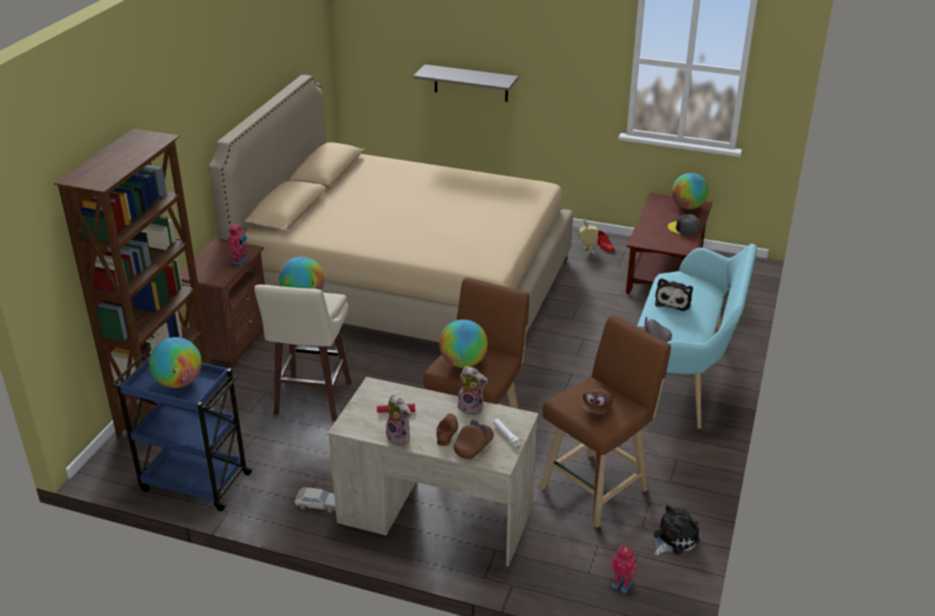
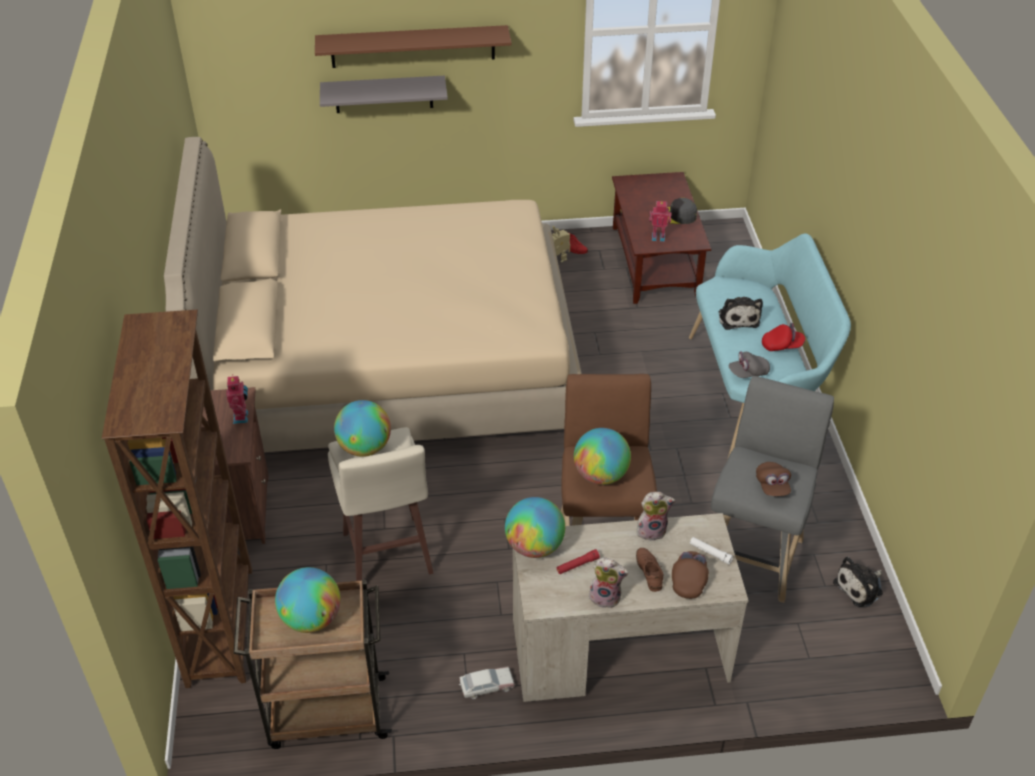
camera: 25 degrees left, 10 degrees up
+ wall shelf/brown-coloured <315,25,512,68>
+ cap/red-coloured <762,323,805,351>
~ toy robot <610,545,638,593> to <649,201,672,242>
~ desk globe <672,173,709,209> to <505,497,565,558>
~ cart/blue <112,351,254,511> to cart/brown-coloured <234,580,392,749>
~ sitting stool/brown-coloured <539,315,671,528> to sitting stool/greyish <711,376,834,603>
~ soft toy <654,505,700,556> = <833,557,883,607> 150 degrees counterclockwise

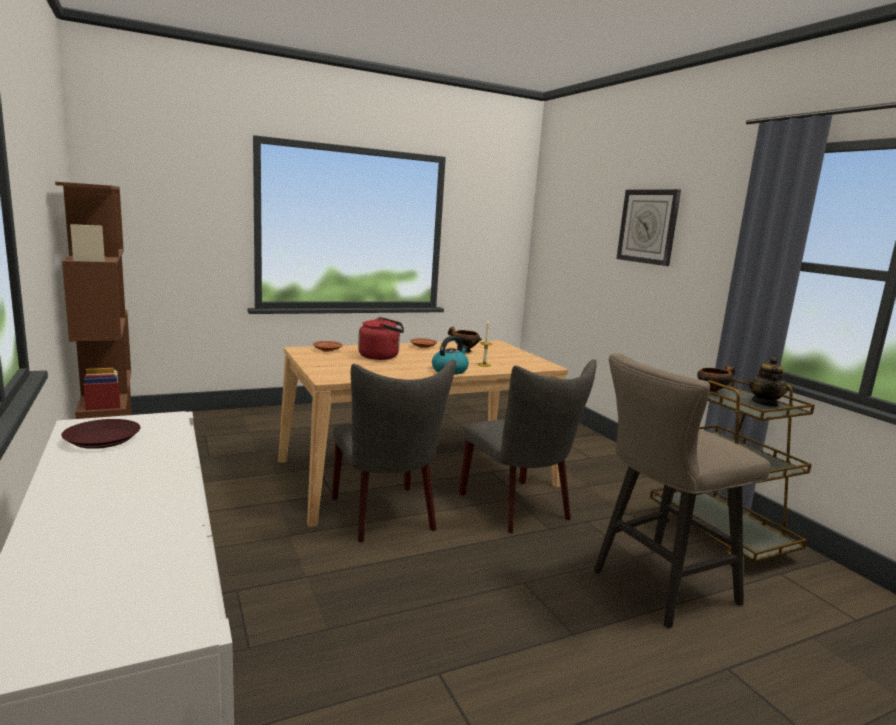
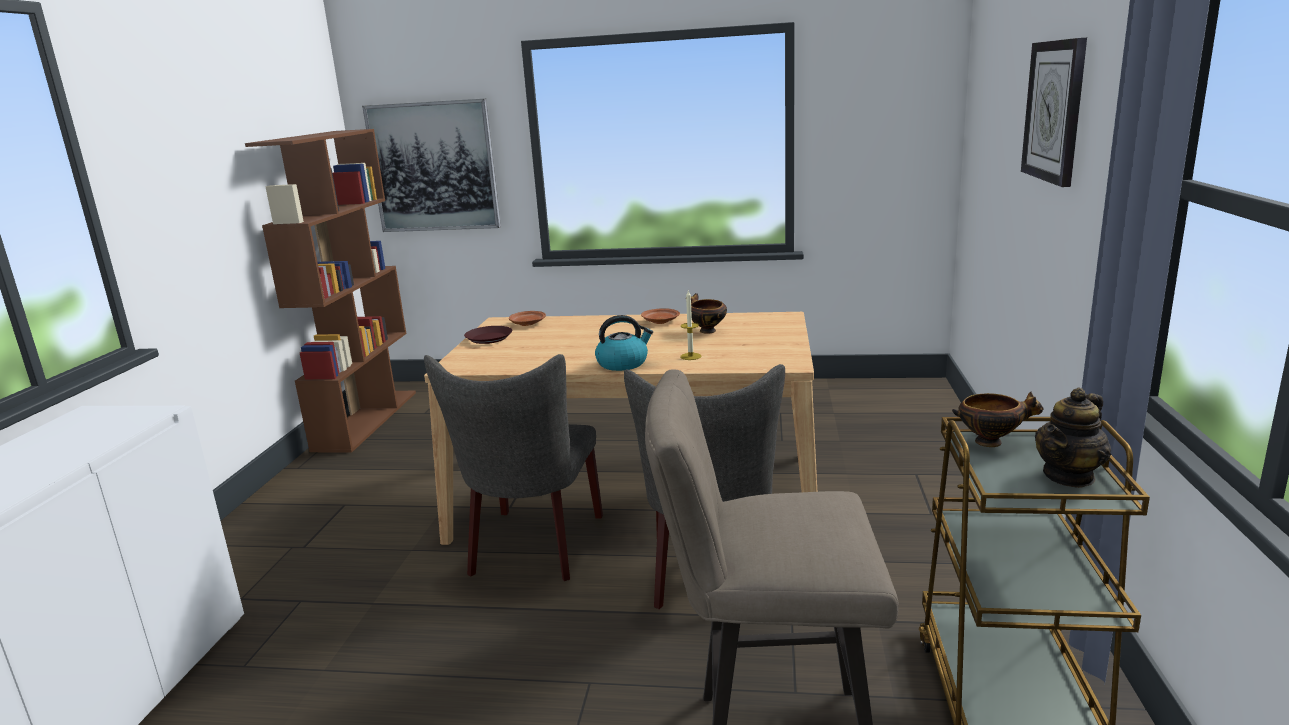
camera: 35 degrees right, 5 degrees up
- water kettle/red-coloured <358,317,404,360>
+ wall picture <362,99,501,232>
~ flat dish/brown-coloured <61,419,140,449> to <464,326,512,344>

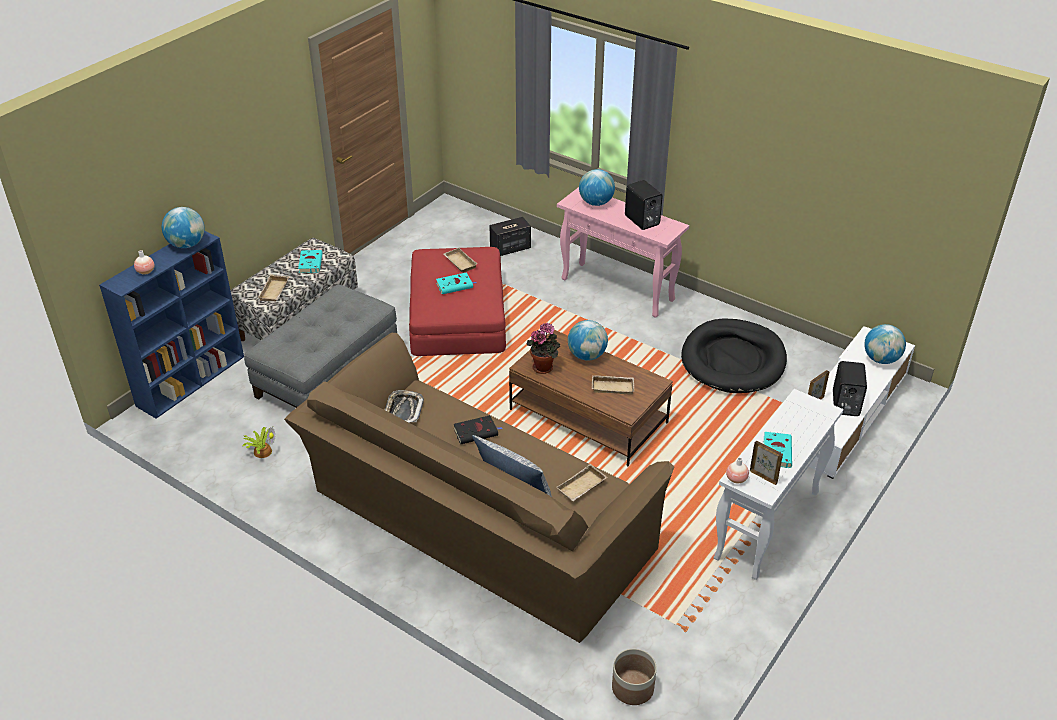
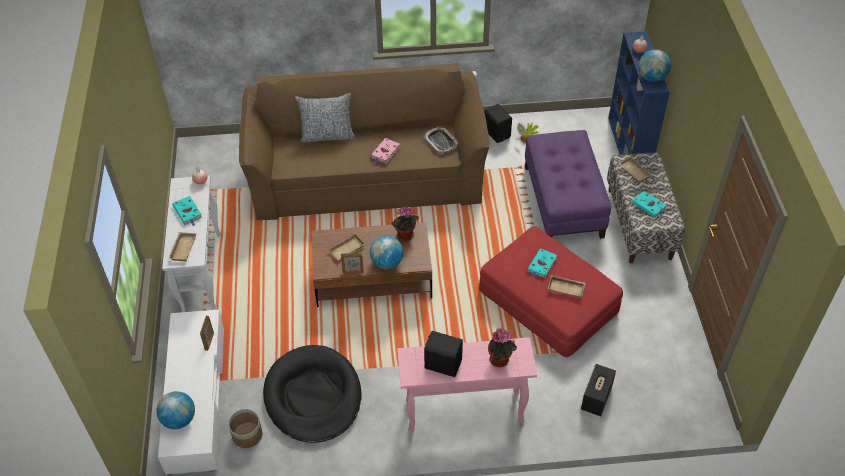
camera: 140 degrees right, 10 degrees up
~ serving tray/beige-coloured <556,464,607,501> to <169,232,197,261>
~ planter <612,649,657,705> to <228,409,263,448>
~ photo frame <750,441,783,485> to <341,253,364,274>
~ audio speaker/black <833,361,867,416> to <484,104,512,143>
~ desk globe <579,169,615,206> to plant in a pot <488,328,517,368>
~ footrest/greyish <244,284,397,408> to footrest/purplish <525,130,611,239>
~ bound book/black <454,415,503,444> to bound book/pink-coloured <371,138,400,164>

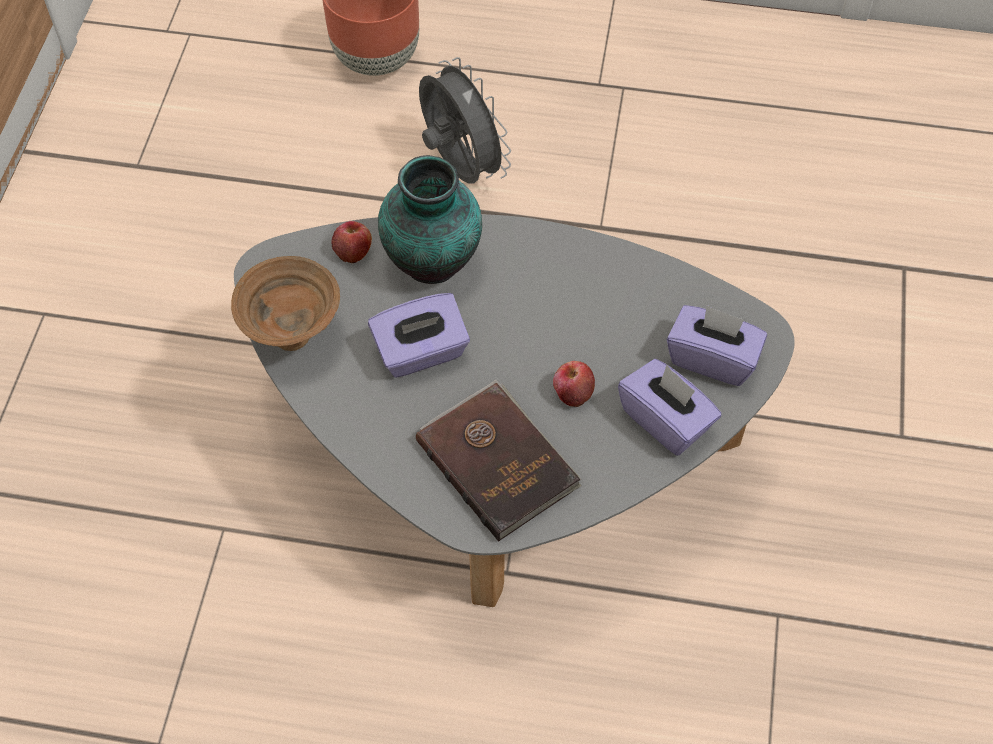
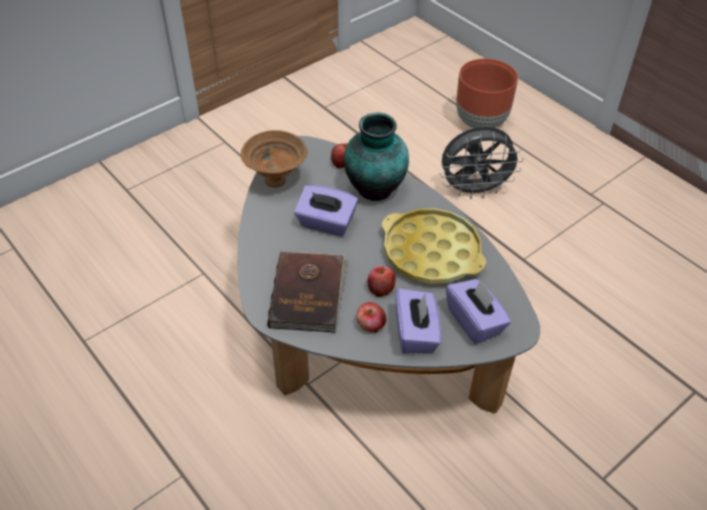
camera: 40 degrees right, 10 degrees down
+ whole apple <356,302,386,333>
+ serving tray/yellow <382,208,486,284>
~ cooling fan/greyish <419,57,511,184> = <440,127,524,199> 75 degrees clockwise

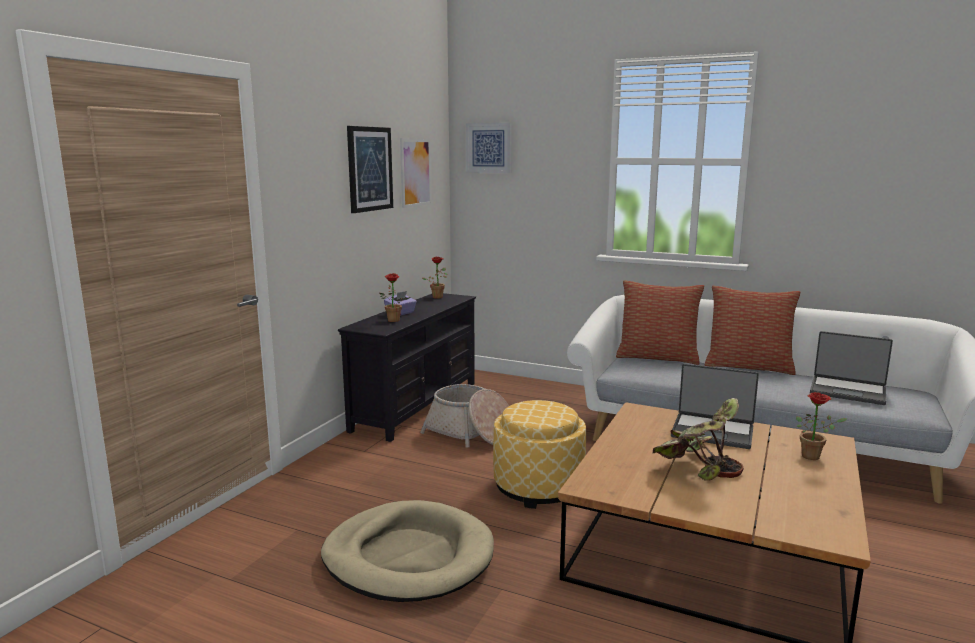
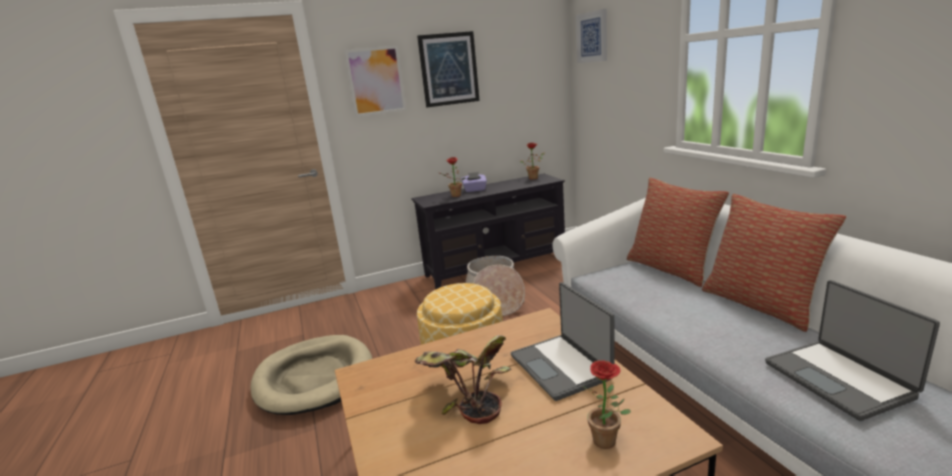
camera: 45 degrees right, 5 degrees up
~ wall picture <400,139,431,208> to <344,45,406,117>

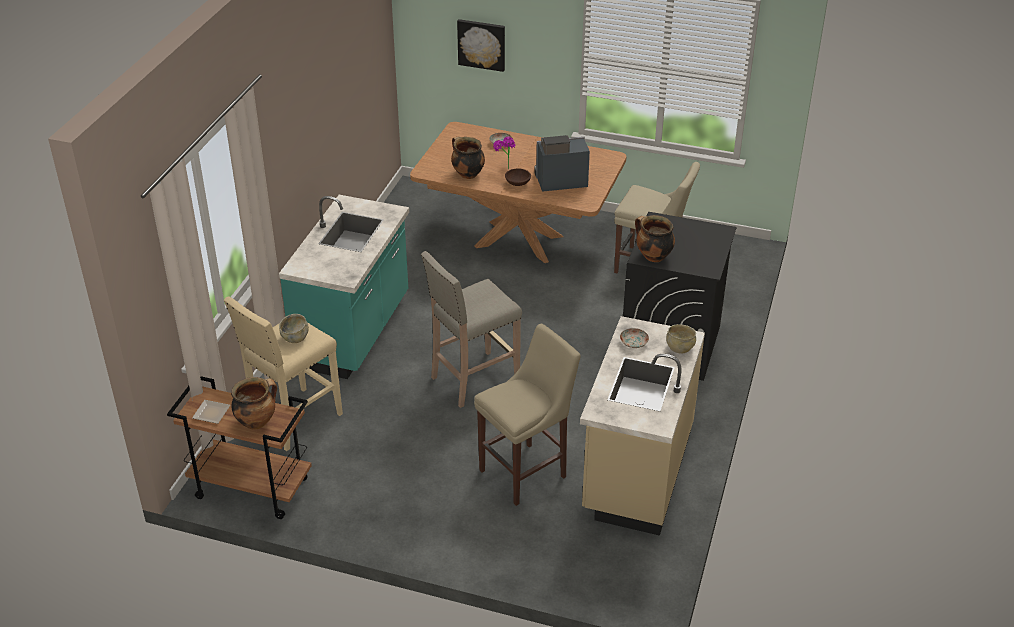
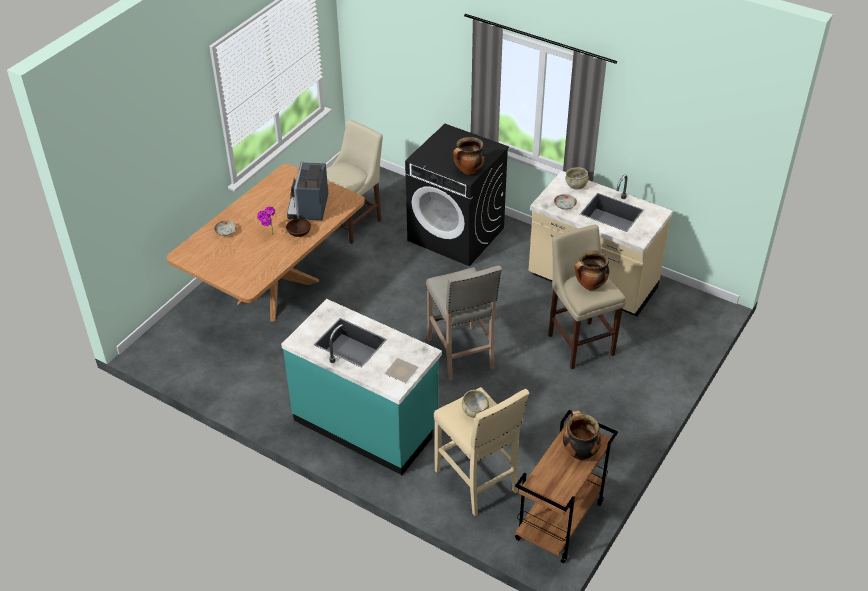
camera: 75 degrees left, 5 degrees up
- wall picture <457,19,505,72>
~ flat dish <192,400,230,424> to <384,358,418,383>
~ cooking pot <451,136,485,179> to <574,250,609,290>

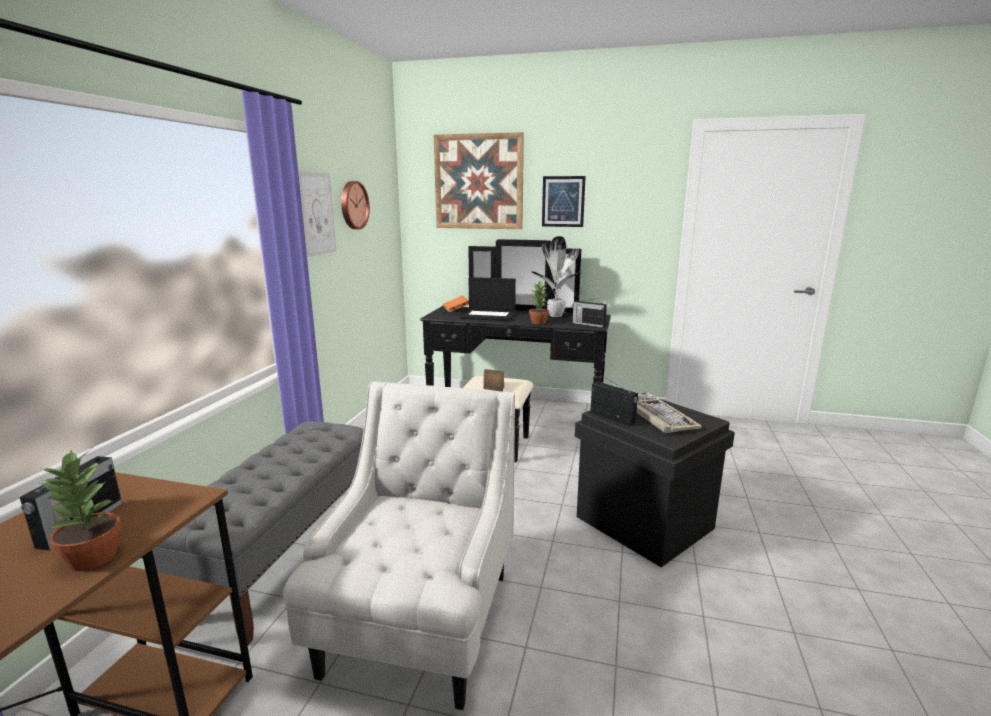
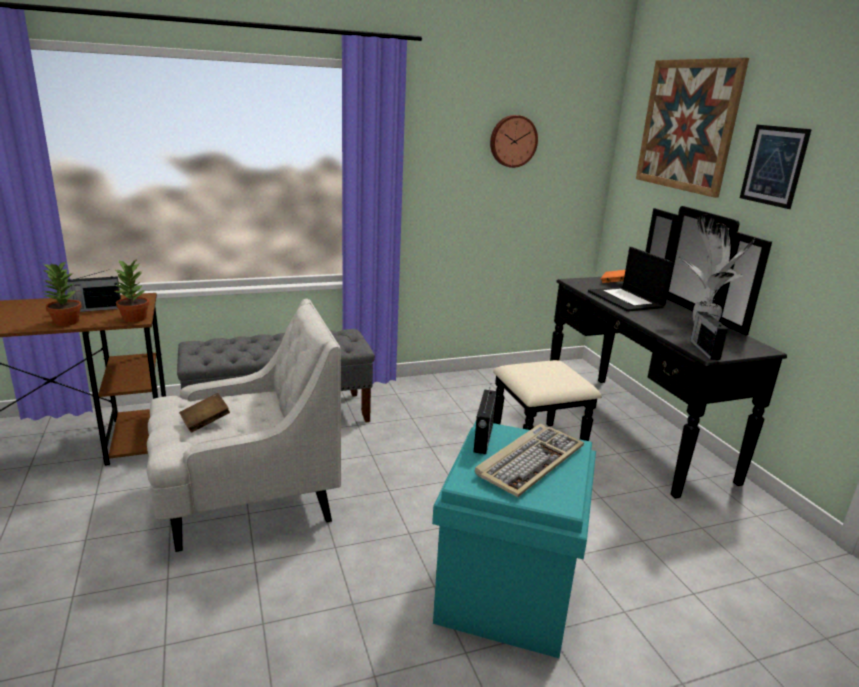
camera: 55 degrees right, 5 degrees up
- wall picture <298,171,336,257>
~ bound book/brown-coloured <483,369,504,392> to <179,393,230,432>
~ plant in a pot <529,281,549,324> to <113,260,149,322>
~ storage box/black <575,398,735,567> to storage box/turquoise-coloured <432,422,596,658>

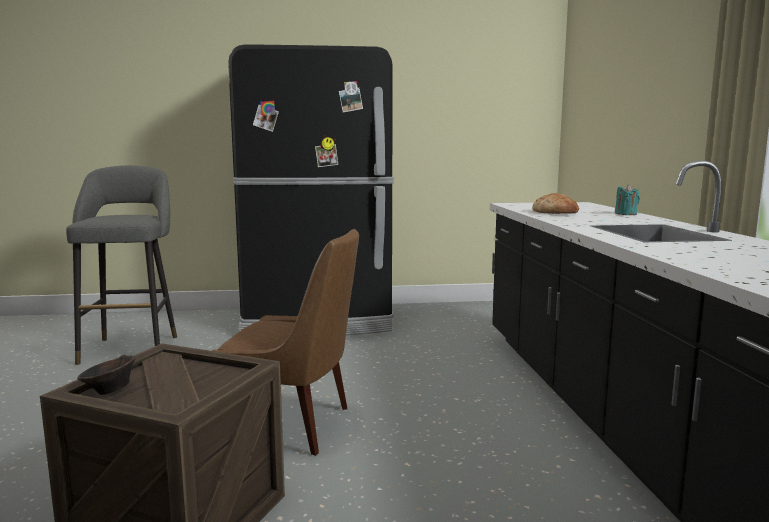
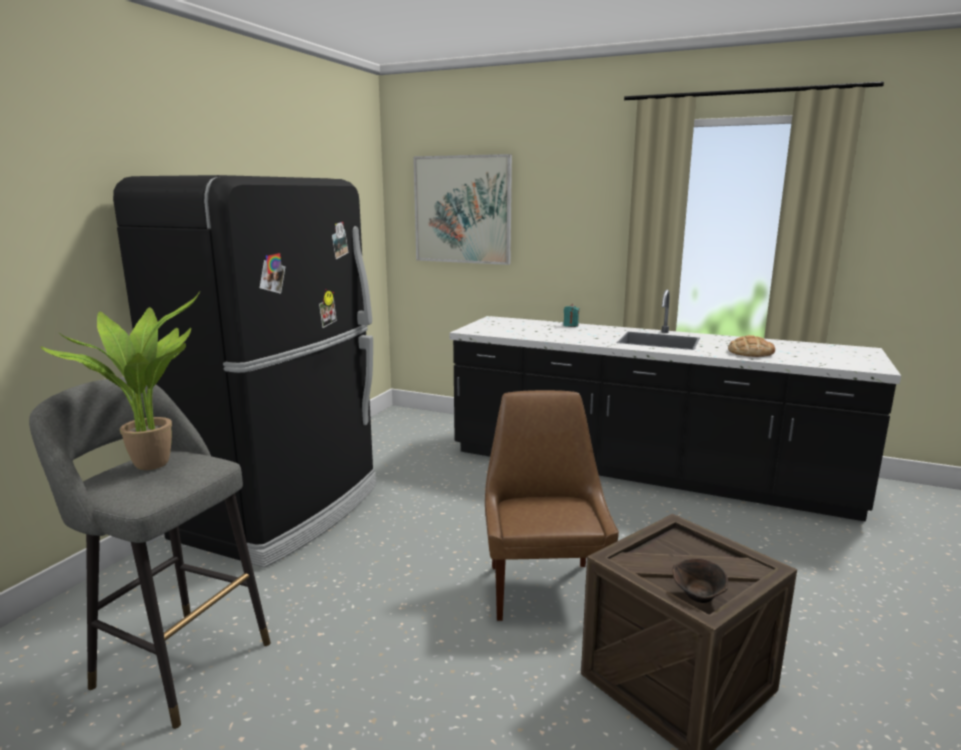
camera: 60 degrees left, 5 degrees up
+ plant in a pot <41,291,200,470>
+ wall picture <413,154,512,265>
~ baked bread <532,193,579,214> to <728,335,775,357>
~ chair/brown-coloured <212,229,359,456> = <485,390,619,621> 45 degrees counterclockwise

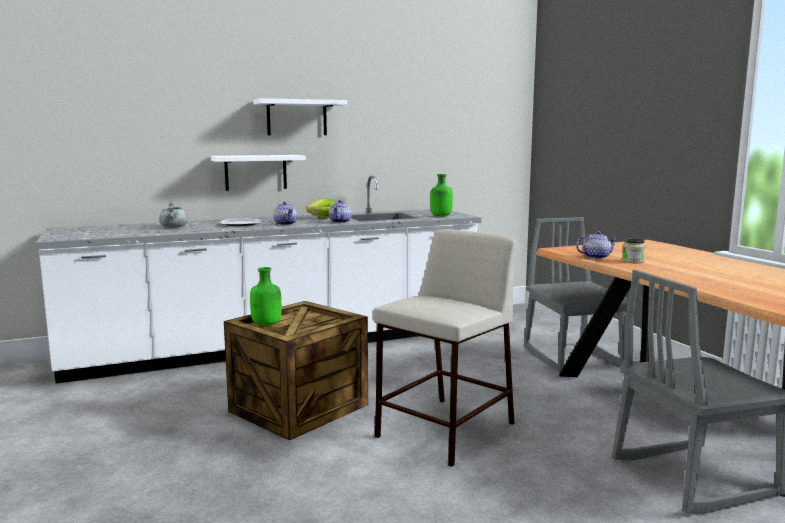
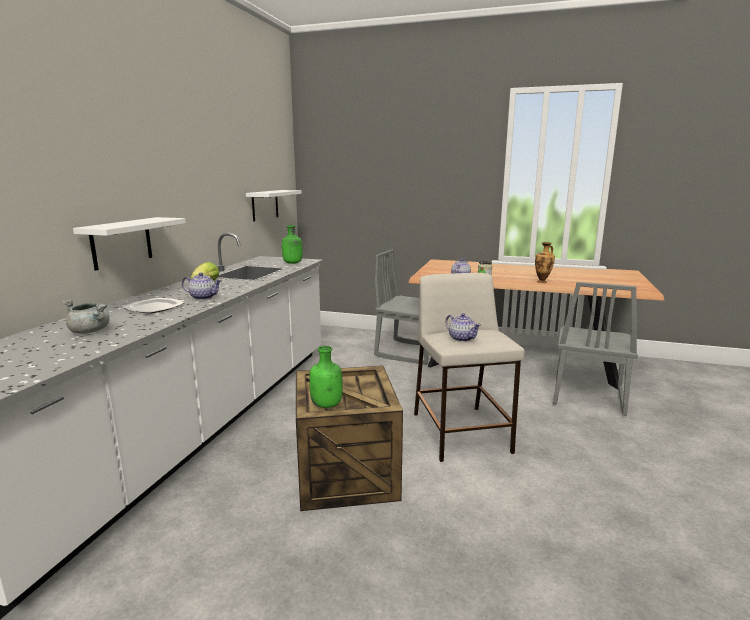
camera: 50 degrees left, 5 degrees up
+ decorative vase <535,242,555,283>
~ wall shelf/white-coloured <253,98,347,135> to <246,190,302,222>
~ tea pot <329,200,352,223> to <445,313,481,342>

